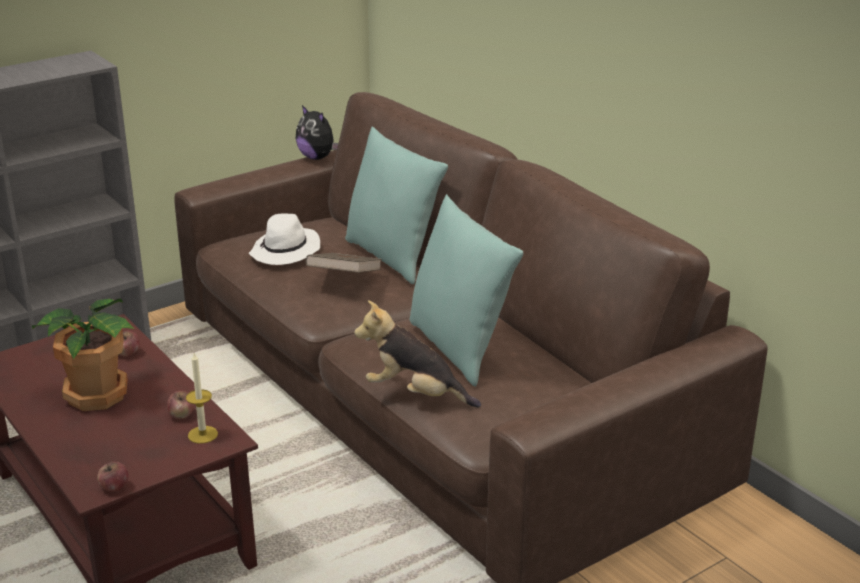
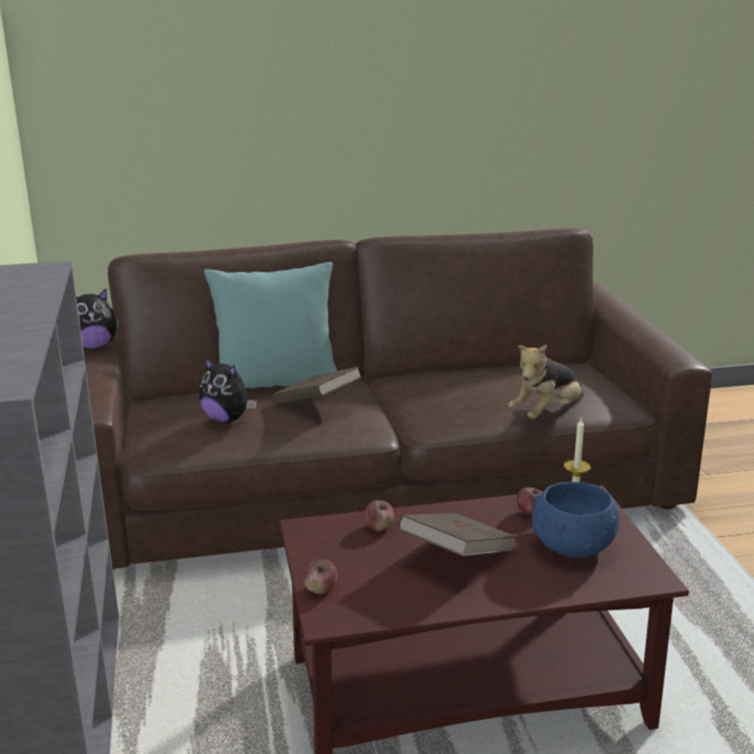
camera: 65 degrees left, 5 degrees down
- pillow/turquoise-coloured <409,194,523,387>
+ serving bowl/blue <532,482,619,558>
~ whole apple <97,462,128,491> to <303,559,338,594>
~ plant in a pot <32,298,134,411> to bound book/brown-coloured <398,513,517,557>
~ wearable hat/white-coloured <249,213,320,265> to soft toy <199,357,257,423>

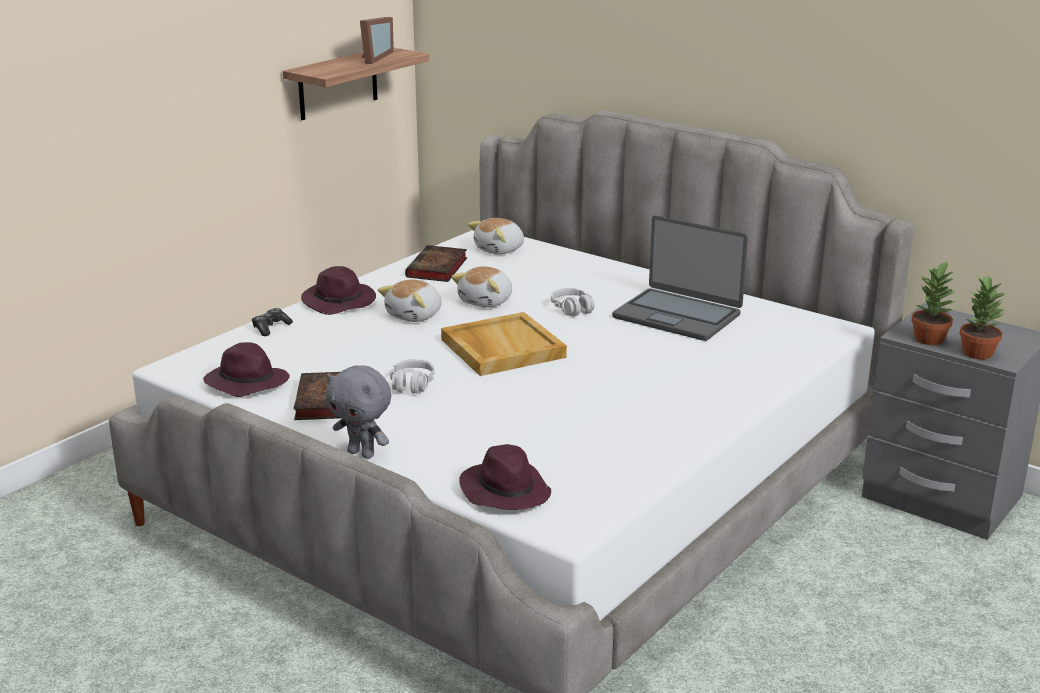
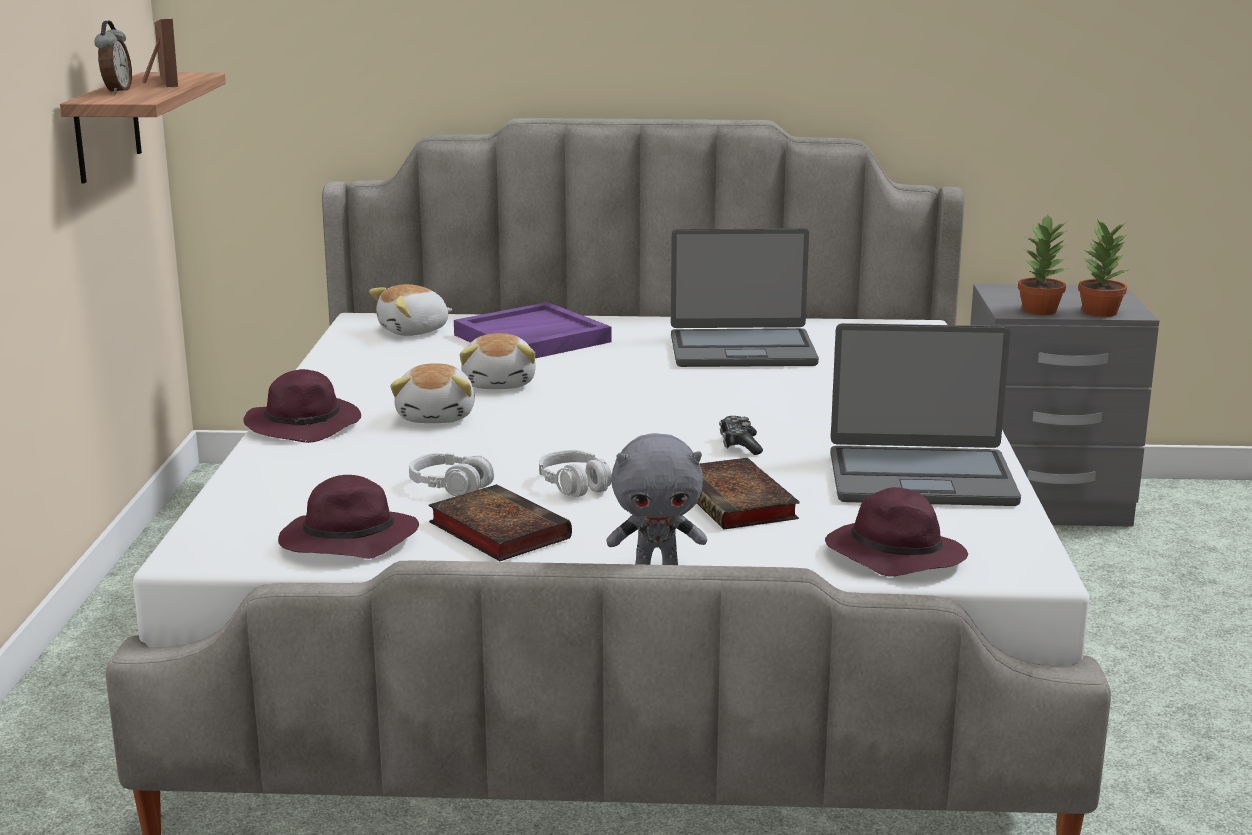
camera: 35 degrees left, 5 degrees down
- serving tray/beige-coloured <441,312,567,376>
+ alarm clock <94,21,132,94>
+ serving tray/purplish <454,302,612,358>
+ notebook computer <831,323,1021,506>
~ joypad <252,308,293,336> to <719,416,763,455>
~ bound book <405,245,467,282> to <697,458,800,530>
~ headset/greyish <551,288,595,316> to <409,453,494,496>
~ soft toy <468,218,524,255> = <369,284,453,336> 45 degrees clockwise

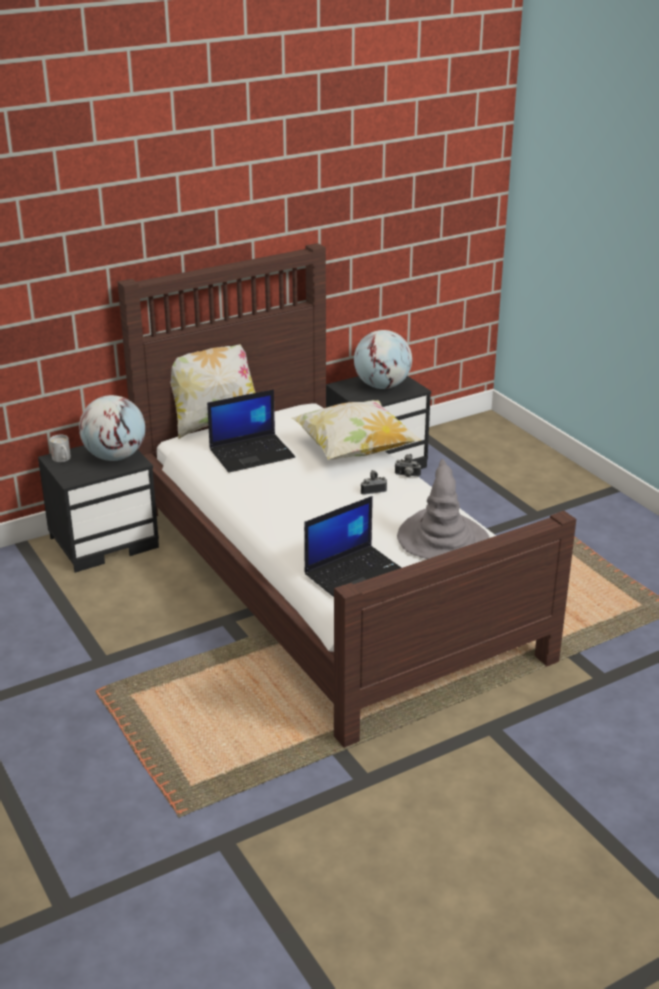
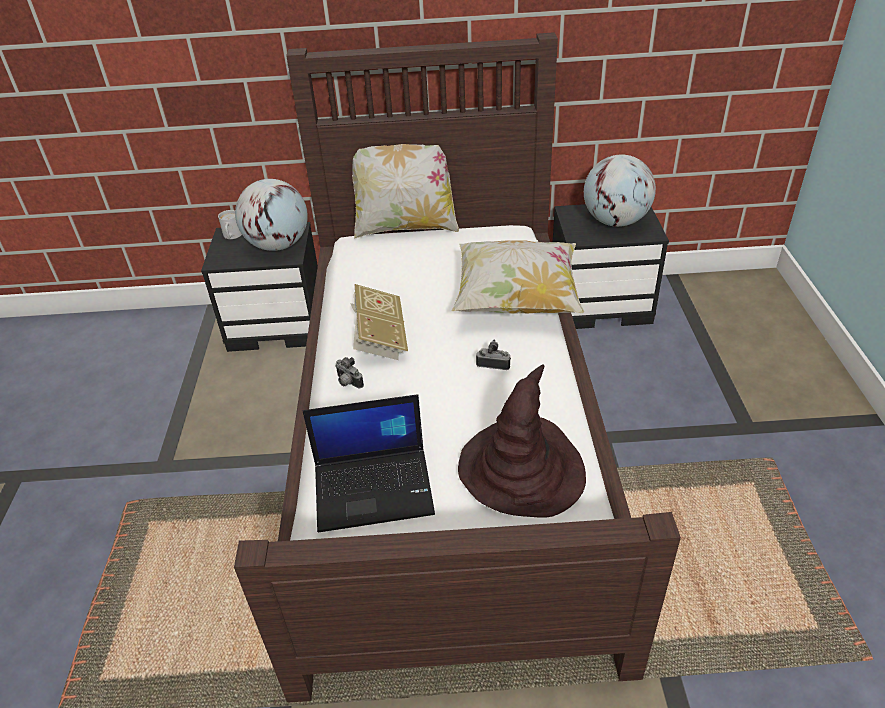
camera: 30 degrees right, 10 degrees up
- notebook computer <207,389,295,473>
+ bound book <350,284,408,360>
~ still camera <395,454,421,477> to <335,357,364,388>
~ wearable hat/greyish <397,459,490,559> to wearable hat/brown-coloured <458,364,586,518>

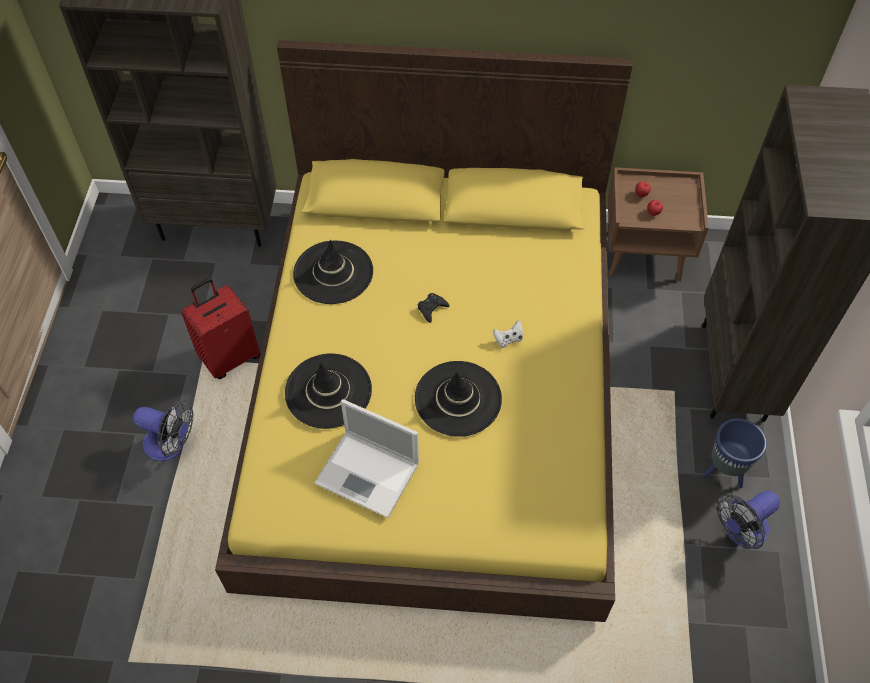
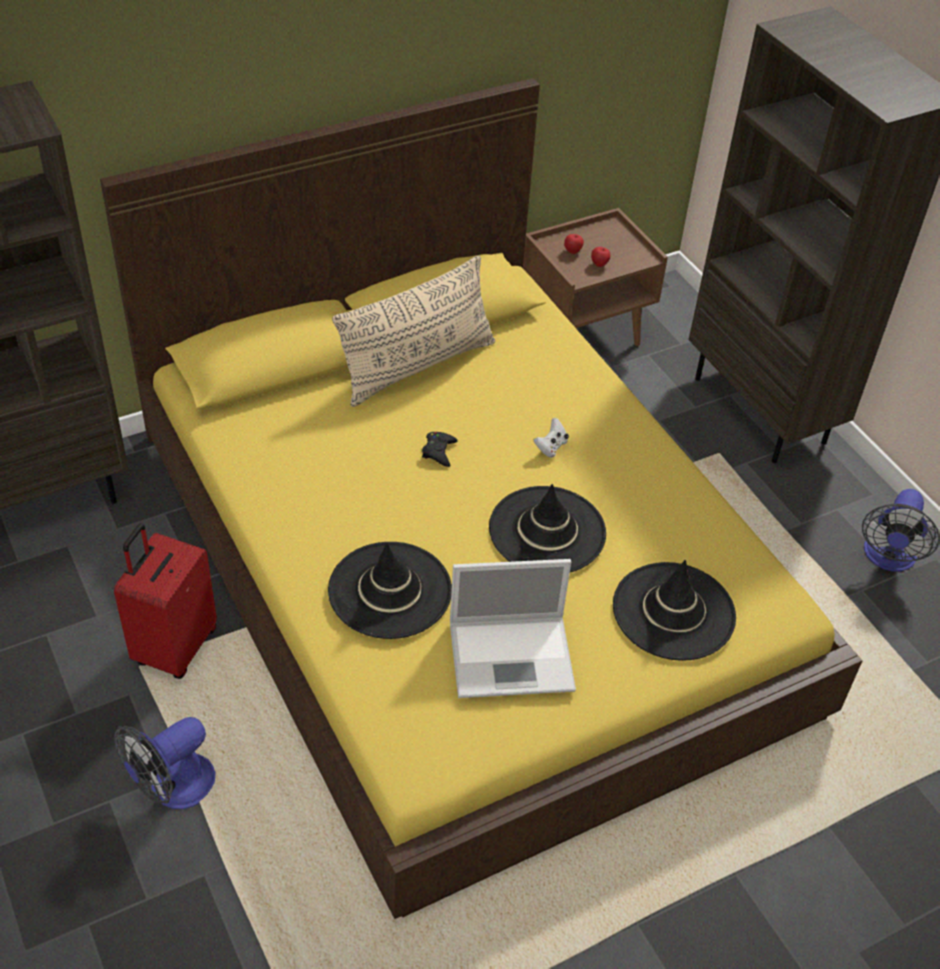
camera: 35 degrees left, 10 degrees down
- planter/blue <702,418,767,489>
+ pillow/beige-coloured <332,256,495,407>
~ wearable hat/black <293,240,373,304> to <613,560,736,661>
~ cooling fan <133,400,193,461> = <114,717,215,809> 150 degrees clockwise

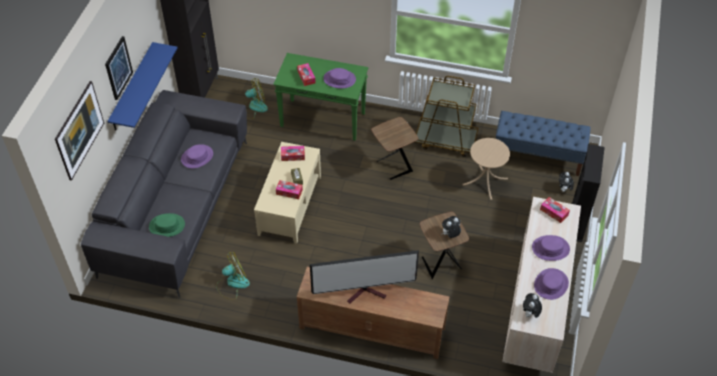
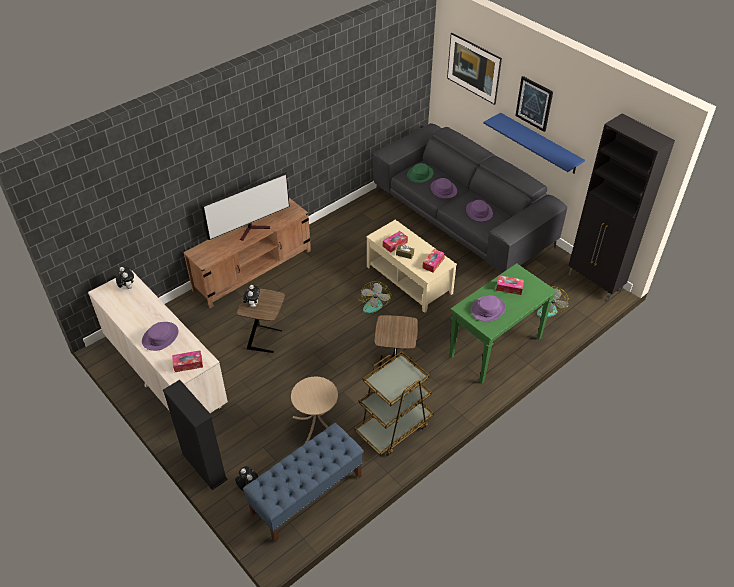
camera: 125 degrees right, 5 degrees down
~ cooling fan <216,252,250,300> to <358,281,391,313>
~ wearable hat/purplish <534,268,569,300> to <430,178,457,199>
~ television <310,250,419,303> = <201,172,290,241> 150 degrees counterclockwise

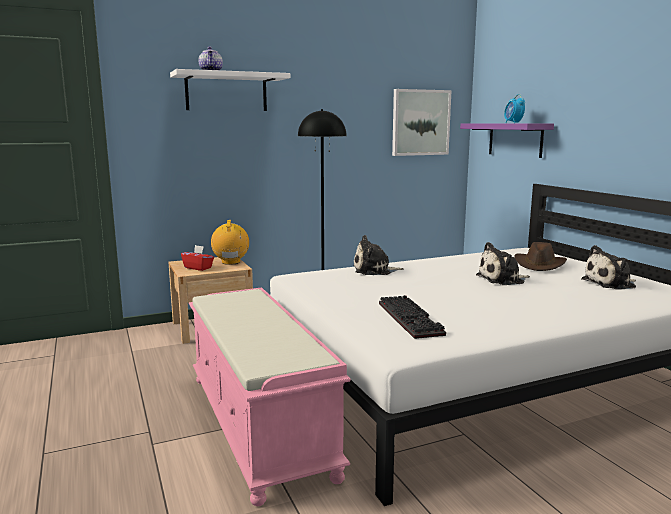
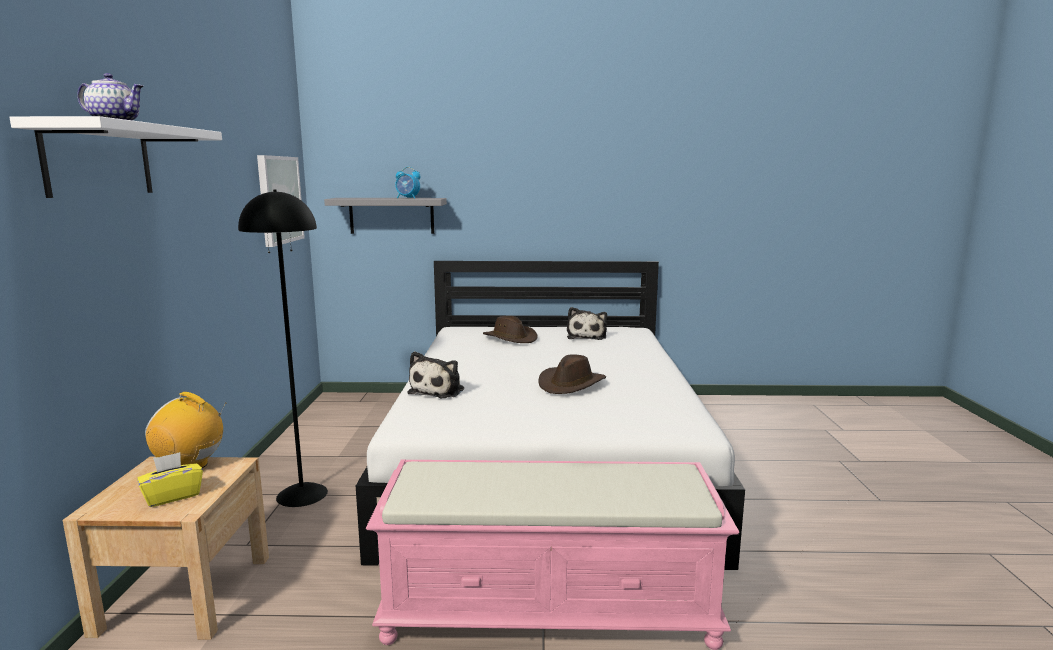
camera: 65 degrees left, 0 degrees up
- keyboard <379,295,446,339>
- soft toy <476,242,530,285>
+ wearable hat/brown-coloured <538,355,606,394>
~ tissue box/red-coloured <181,245,214,271> to tissue box/yellow <137,452,203,507>
~ wall shelf/purplish <460,123,554,158> to wall shelf/greyish <324,198,447,234>

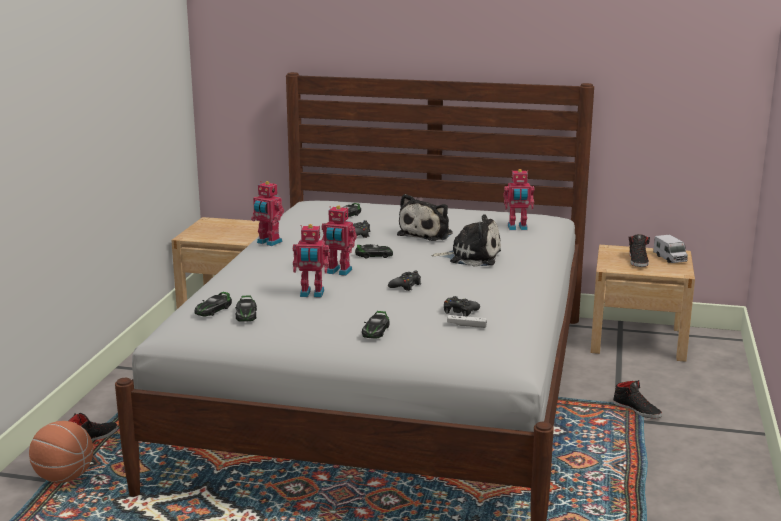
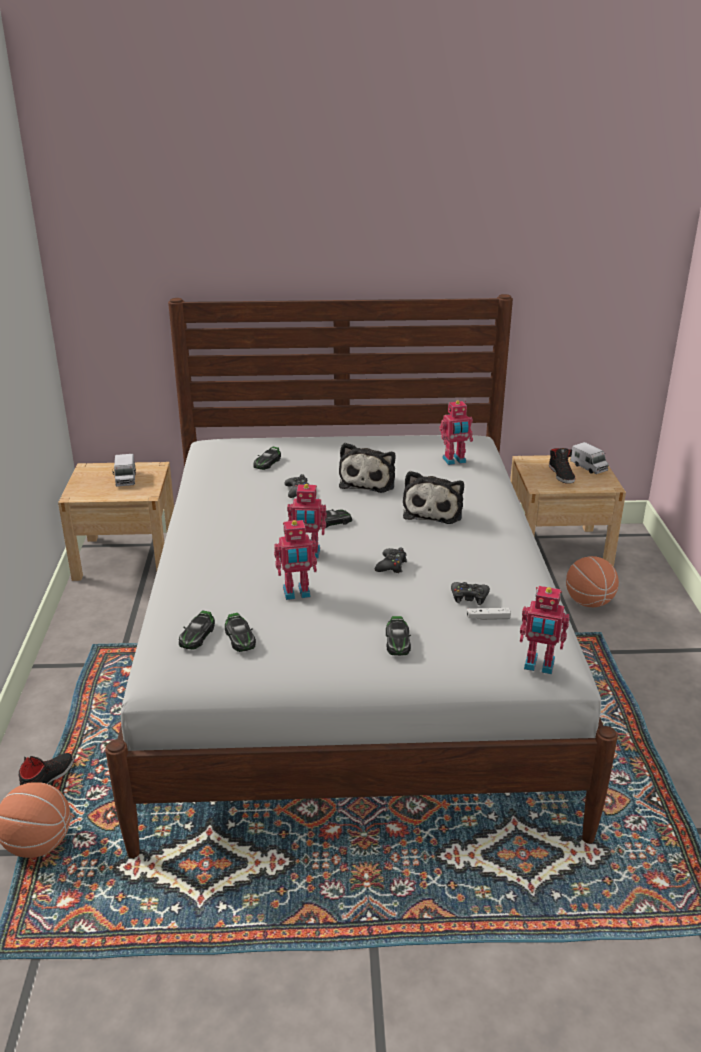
camera: 15 degrees left, 10 degrees up
- item of footwear/black <613,380,662,419>
+ model truck <112,454,136,487>
+ basketball <566,556,619,607>
~ toy robot <251,181,284,246> to <520,586,570,674>
~ soft toy <431,214,501,267> = <403,471,464,524> 105 degrees clockwise

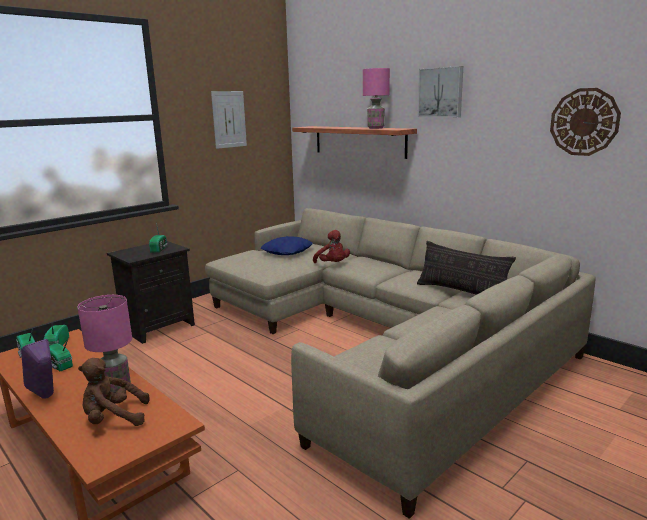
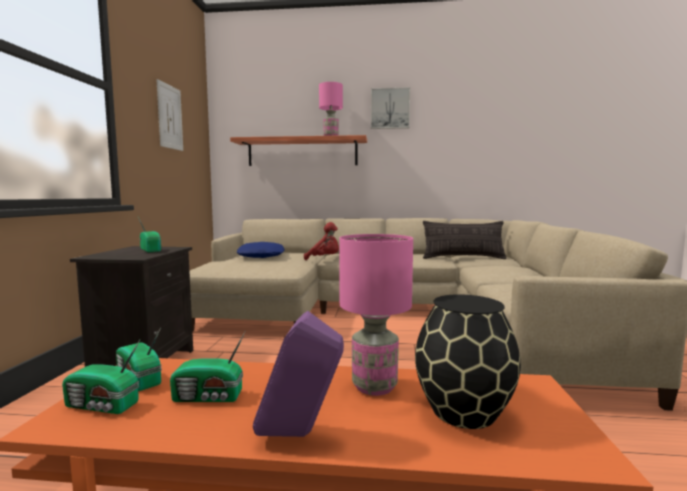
camera: 40 degrees left, 10 degrees down
- clock on the wall <550,88,621,156>
~ soft toy/brown-coloured <78,358,150,426> to decorative vase/black <415,294,521,429>

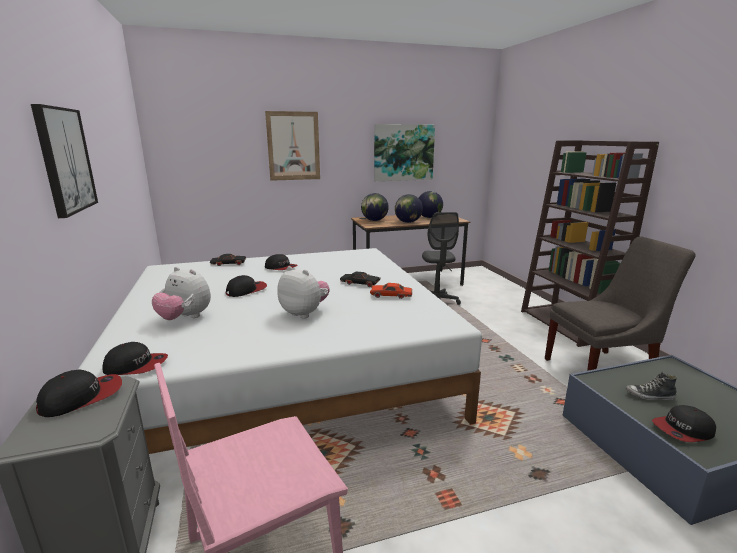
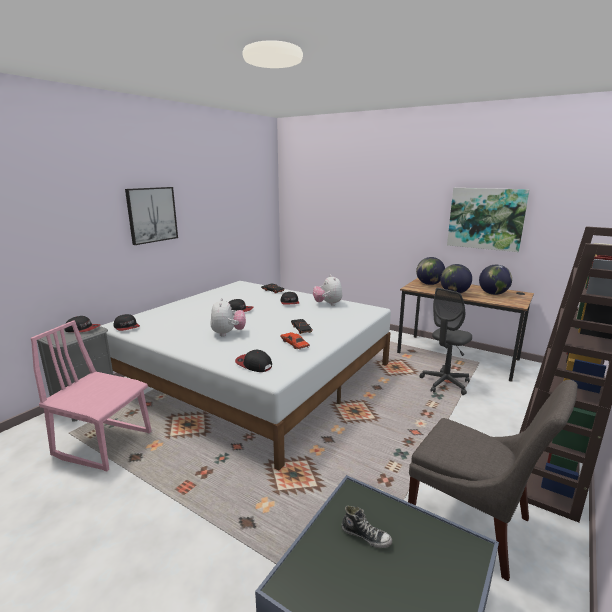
camera: 50 degrees right, 0 degrees up
- wall picture <265,111,320,181>
~ soft toy <152,267,211,320> to <313,275,342,306>
~ cap <652,405,716,442> to <235,350,272,372>
~ item of footwear <626,371,677,400> = <342,506,392,548> 150 degrees clockwise

